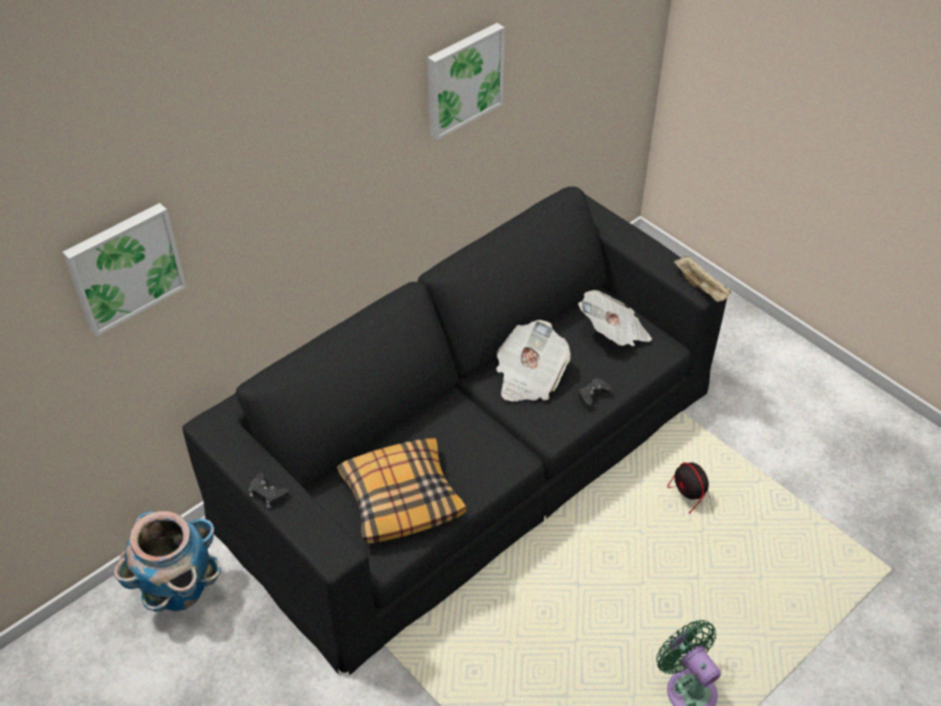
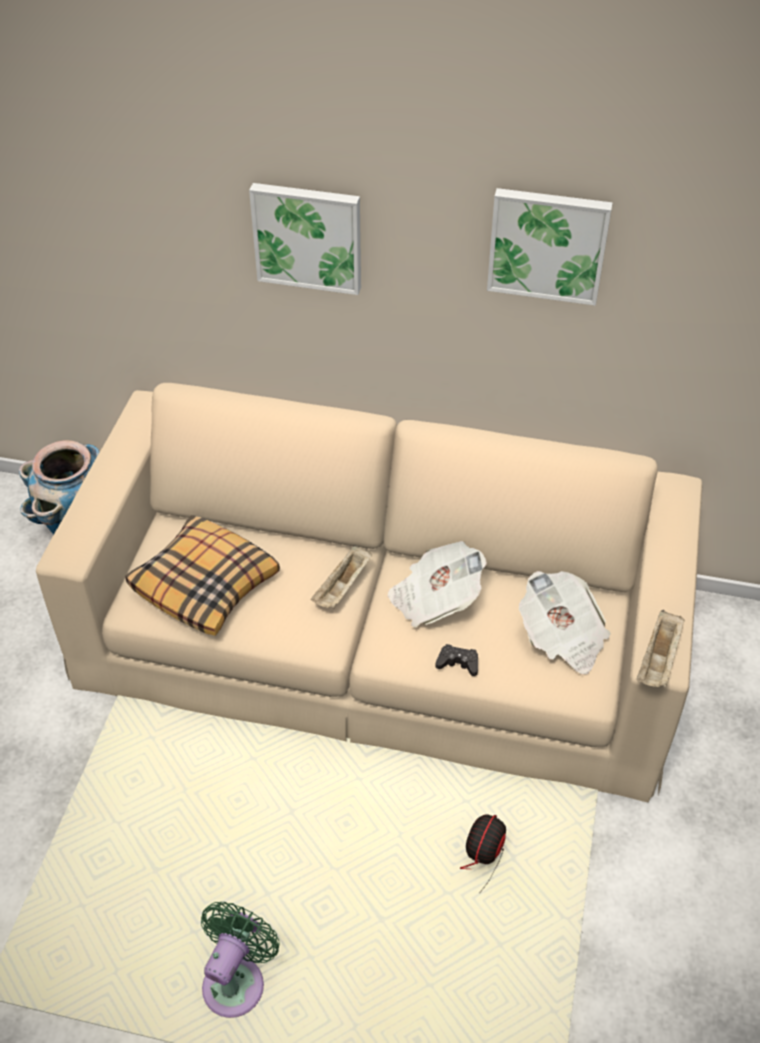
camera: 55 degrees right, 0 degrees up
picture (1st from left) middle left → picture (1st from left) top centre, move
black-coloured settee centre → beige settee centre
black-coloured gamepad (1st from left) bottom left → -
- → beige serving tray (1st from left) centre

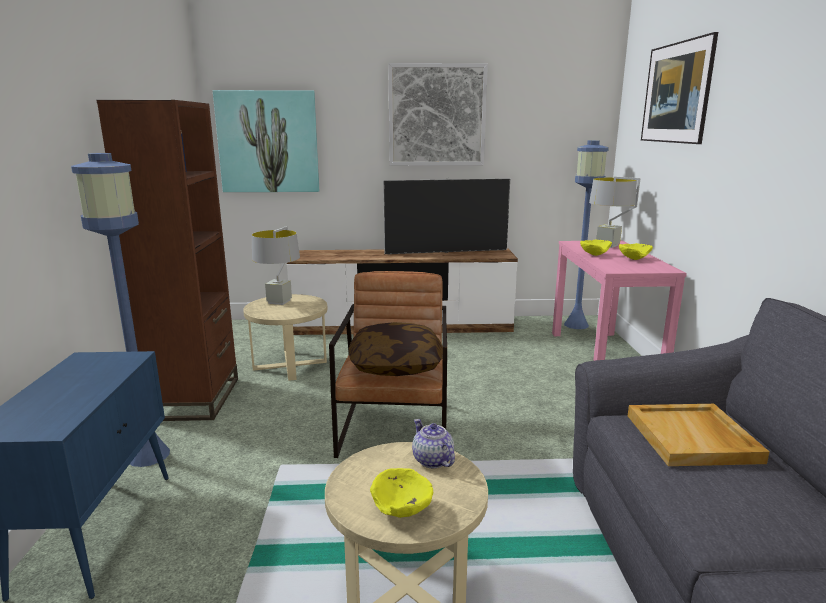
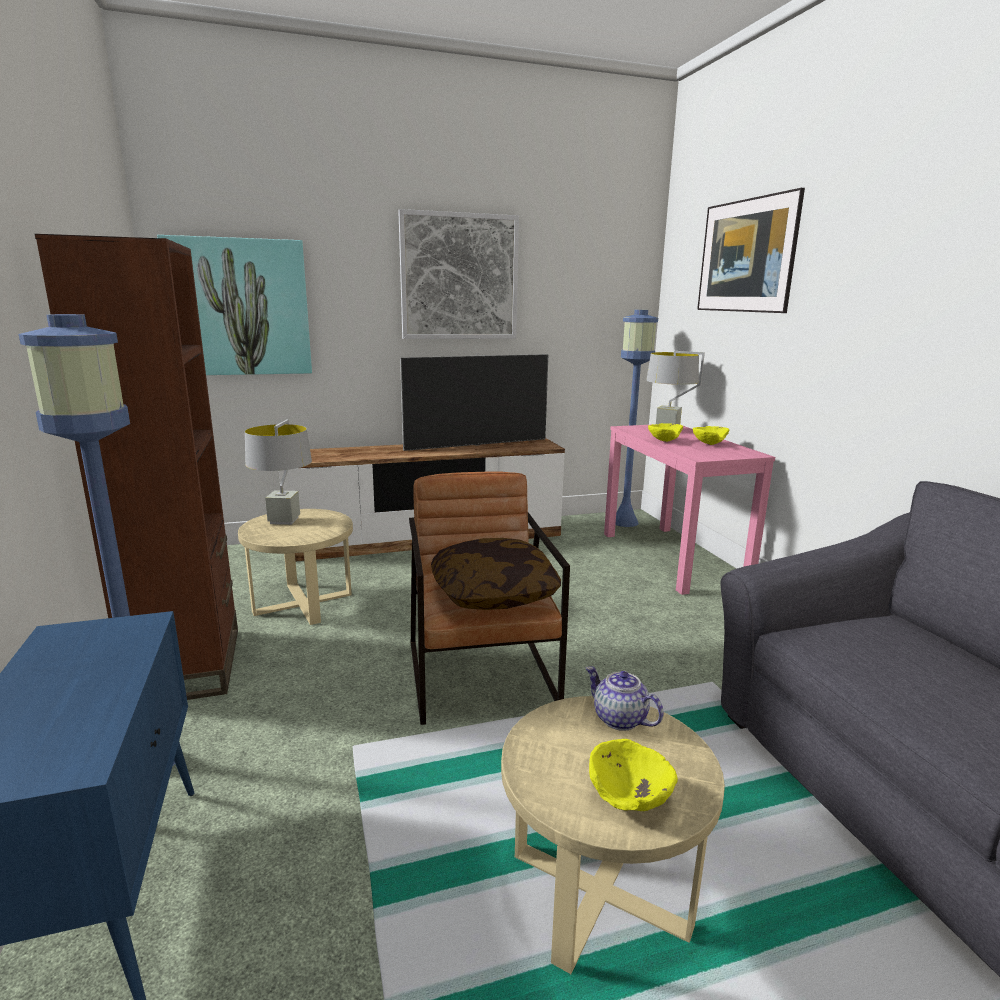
camera: 15 degrees left, 0 degrees up
beige serving tray bottom right → -

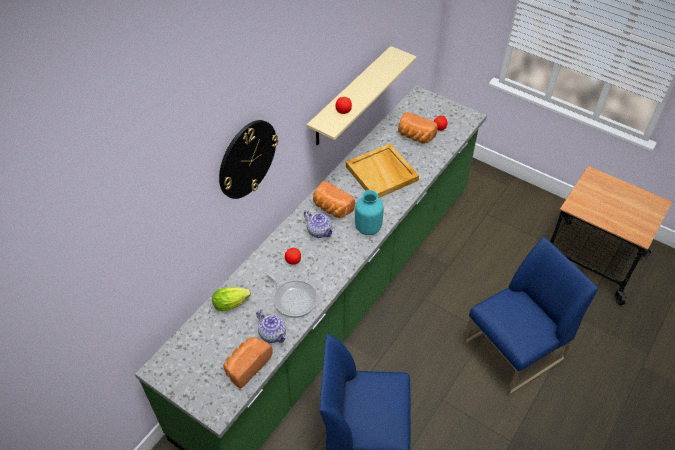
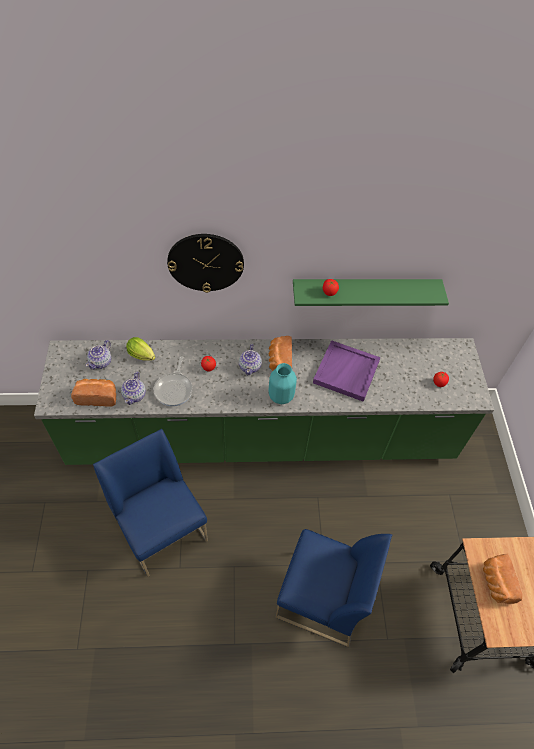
camera: 50 degrees right, 5 degrees up
beige wall shelf top centre → green wall shelf middle right
beige serving tray centre → purple-coloured serving tray centre
baked bread (3rd from left) top centre → baked bread (3rd from left) bottom right, move
- → teapot (1st from left) middle left

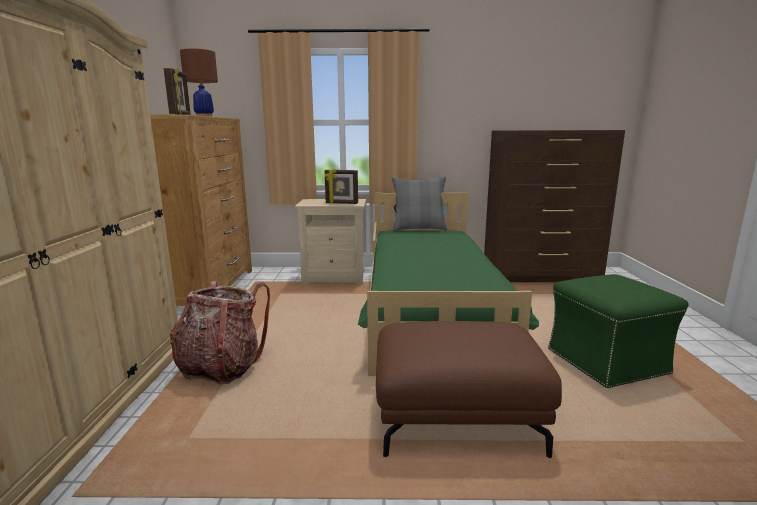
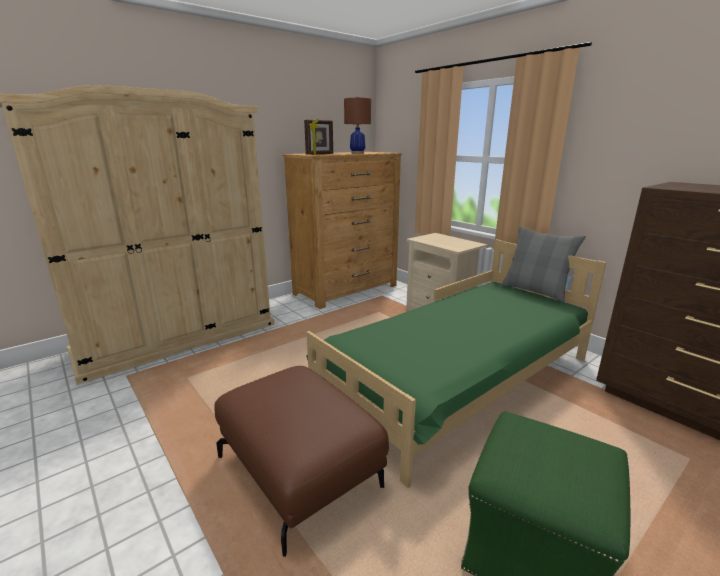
camera: 50 degrees right, 5 degrees up
rucksack middle left → -
photo frame (2nd from left) centre → -

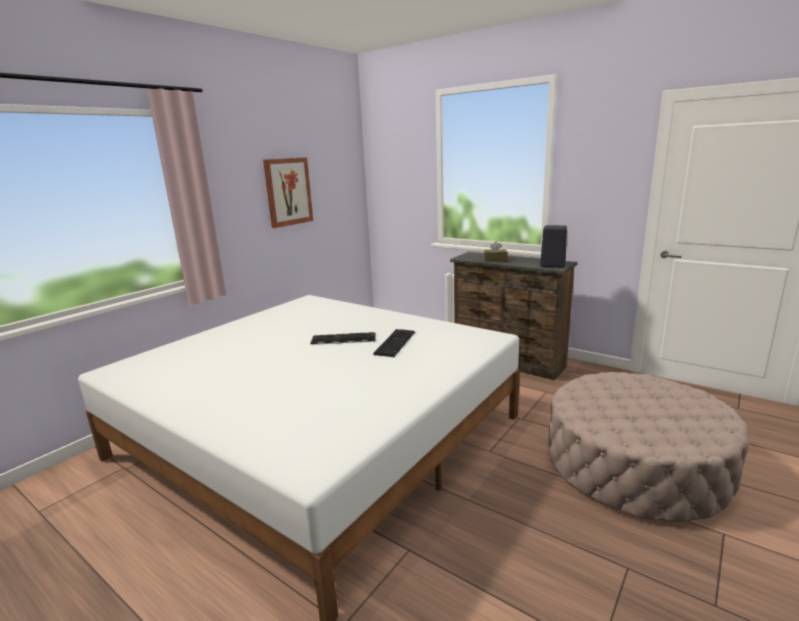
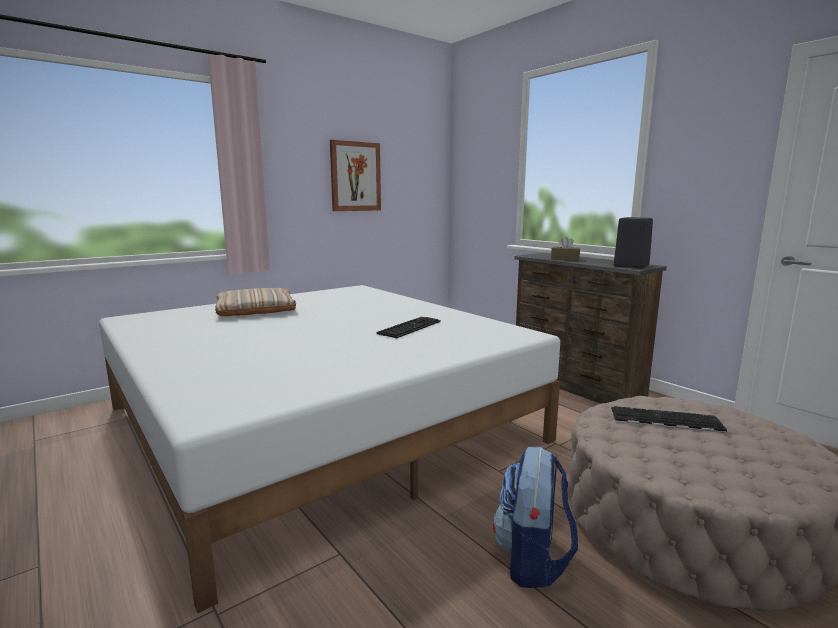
camera: 15 degrees right, 5 degrees down
PC keyboard (1st from left in the first image) centre → PC keyboard (2nd from left) bottom right, move
- → beige throw pillow middle left
- → rucksack bottom centre

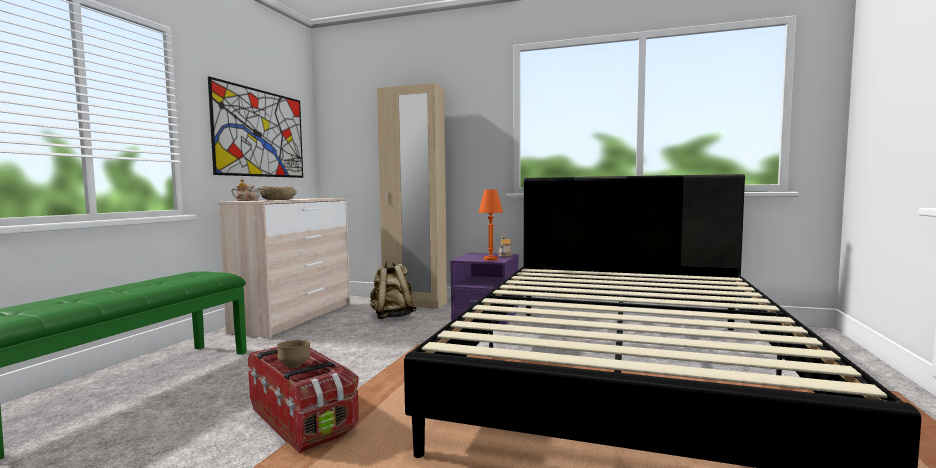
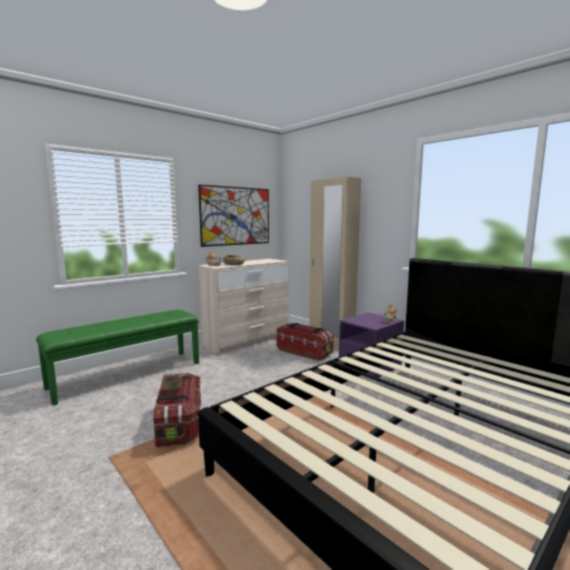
camera: 30 degrees right, 5 degrees up
beige rucksack centre → storage container (2nd from left) centre
orangey tabletop lamp centre → -

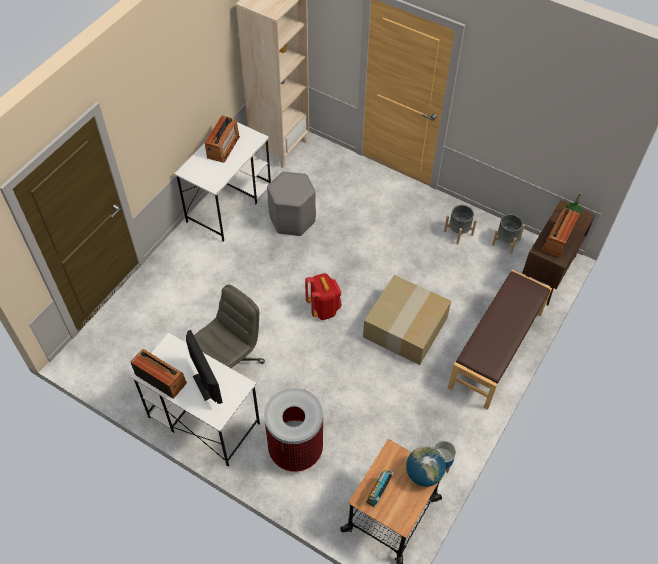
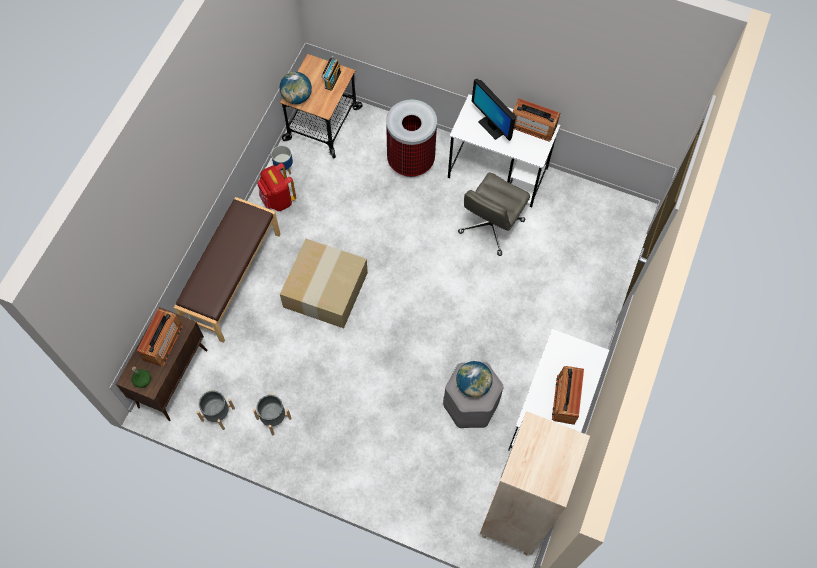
camera: 170 degrees right, 10 degrees up
red-coloured rucksack centre → red-coloured rucksack top centre, move
- → world globe (2nd from left) bottom centre

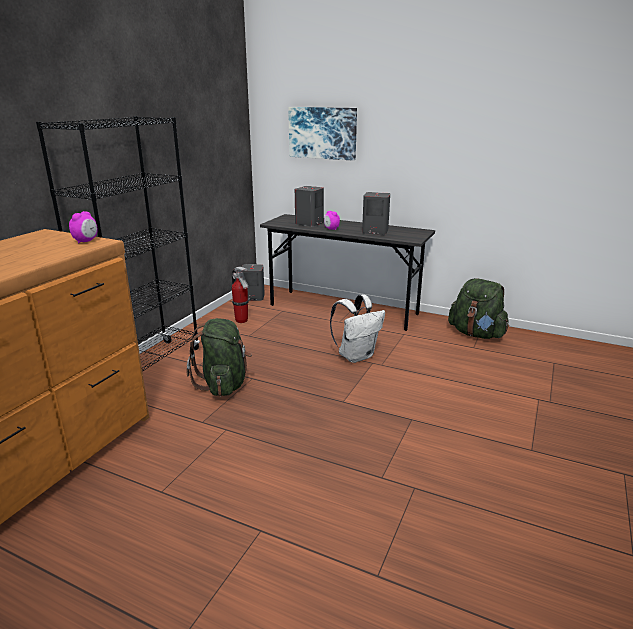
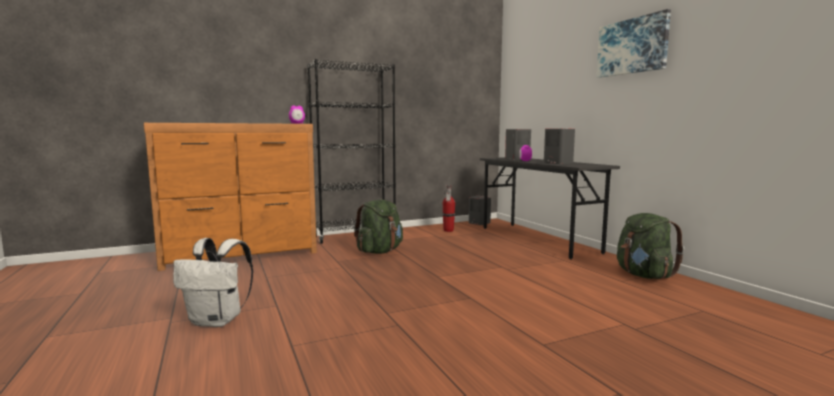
camera: 40 degrees right, 15 degrees down
picture top centre → picture top right, move
white rucksack centre → white rucksack bottom left, move

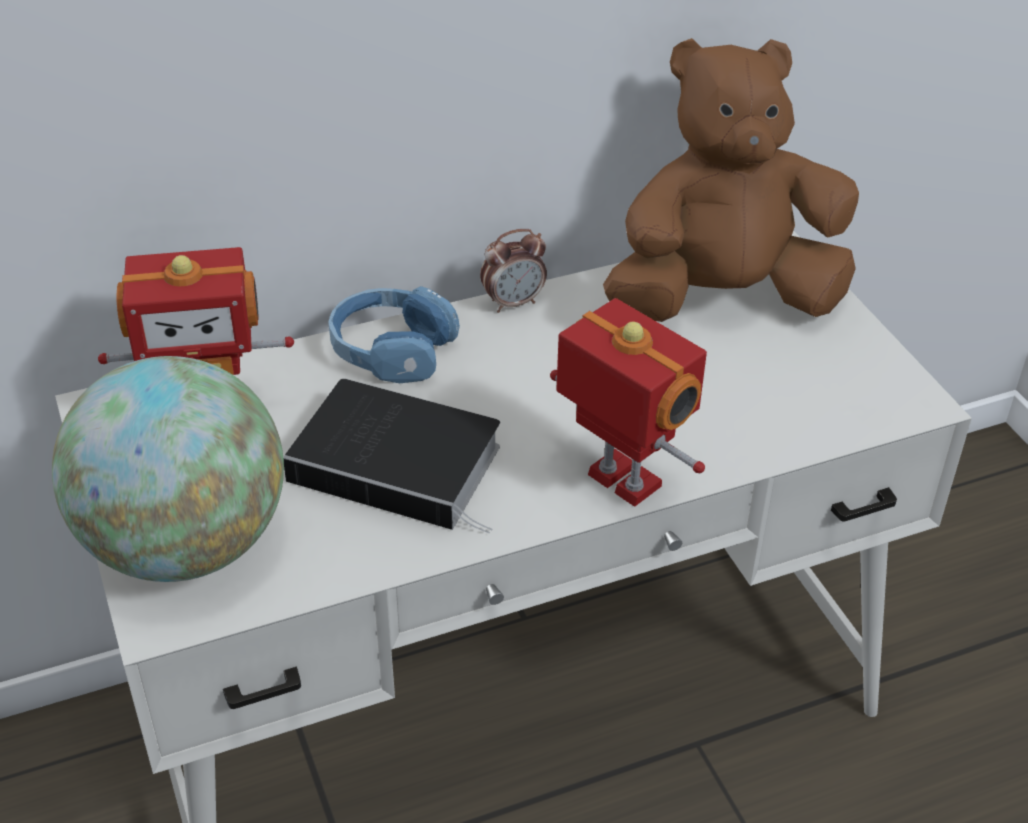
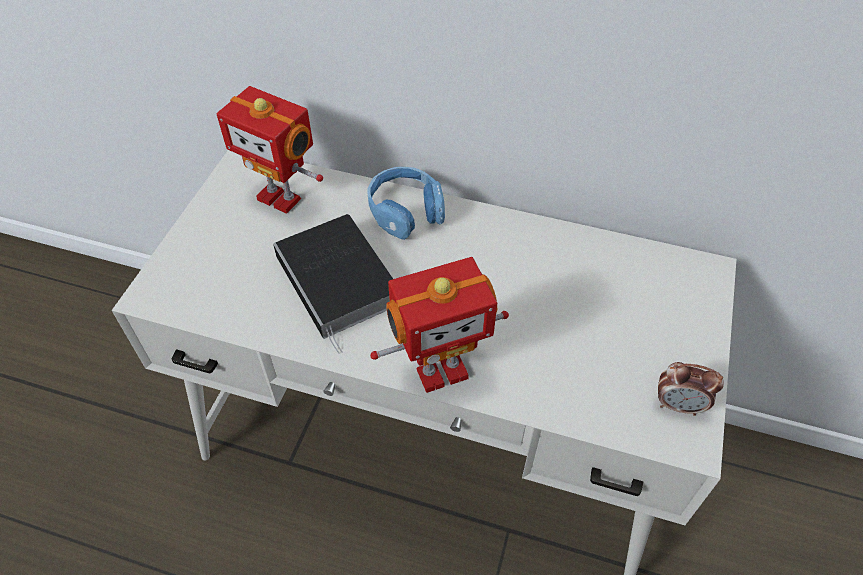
camera: 40 degrees right, 10 degrees up
world globe middle left → -
alarm clock top centre → alarm clock bottom right, move
model robot (2nd from left) centre, 75 degrees clockwise
brown-coloured plush toy top right → -

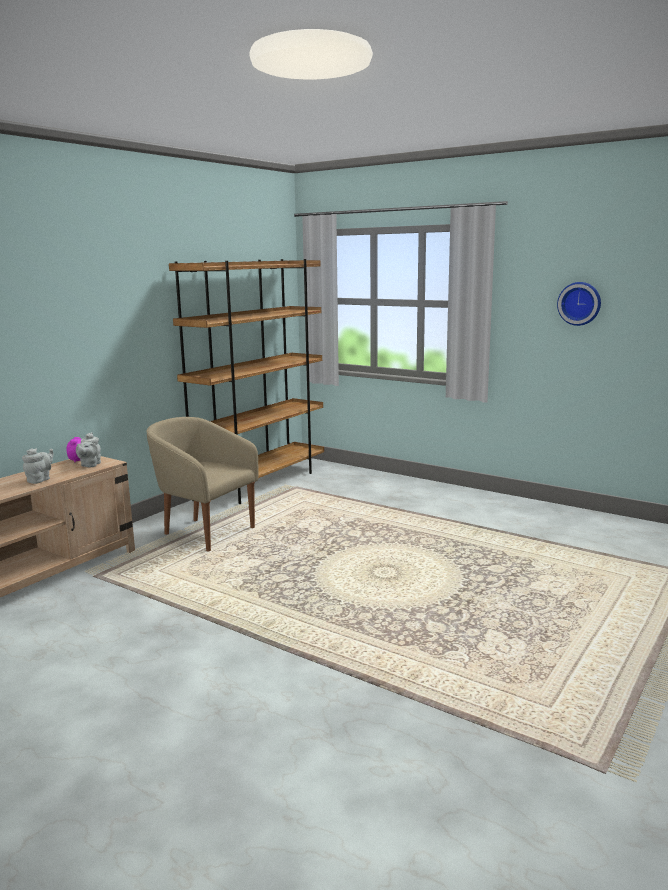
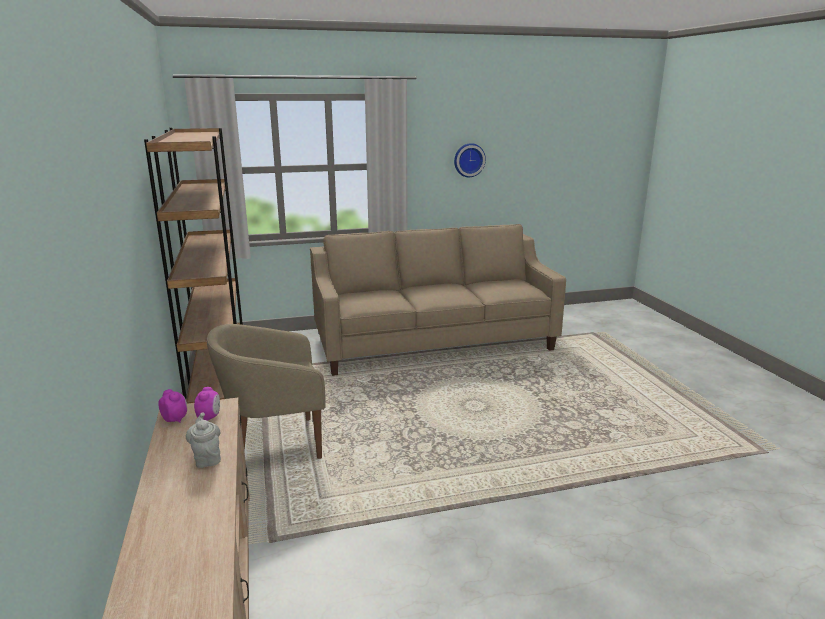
camera: 50 degrees left, 5 degrees up
grey teapot (2nd from left) middle left → alarm clock (2nd from left) middle left
- → beige settee centre

